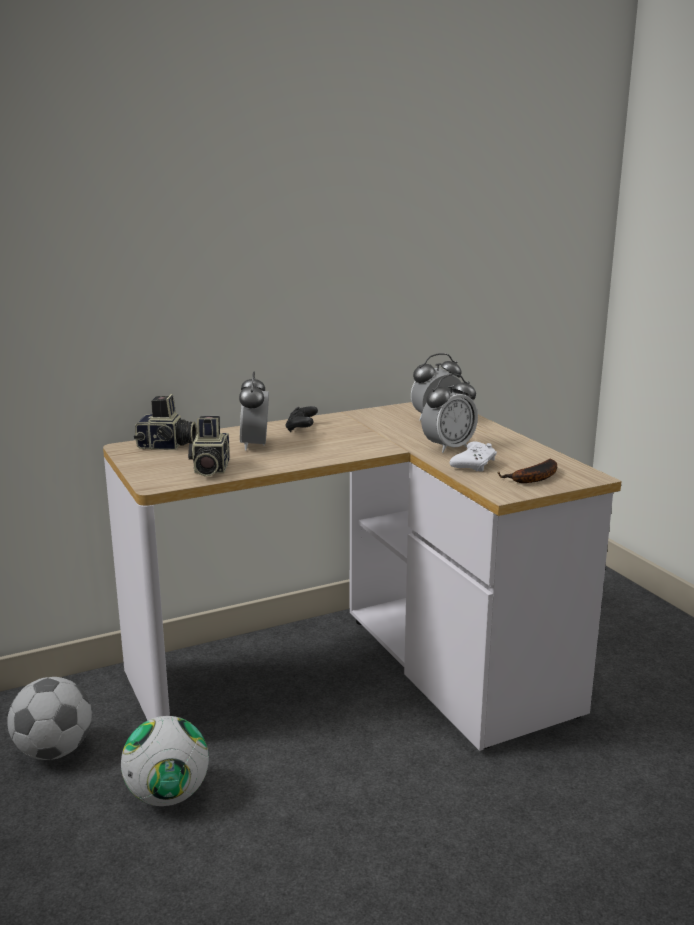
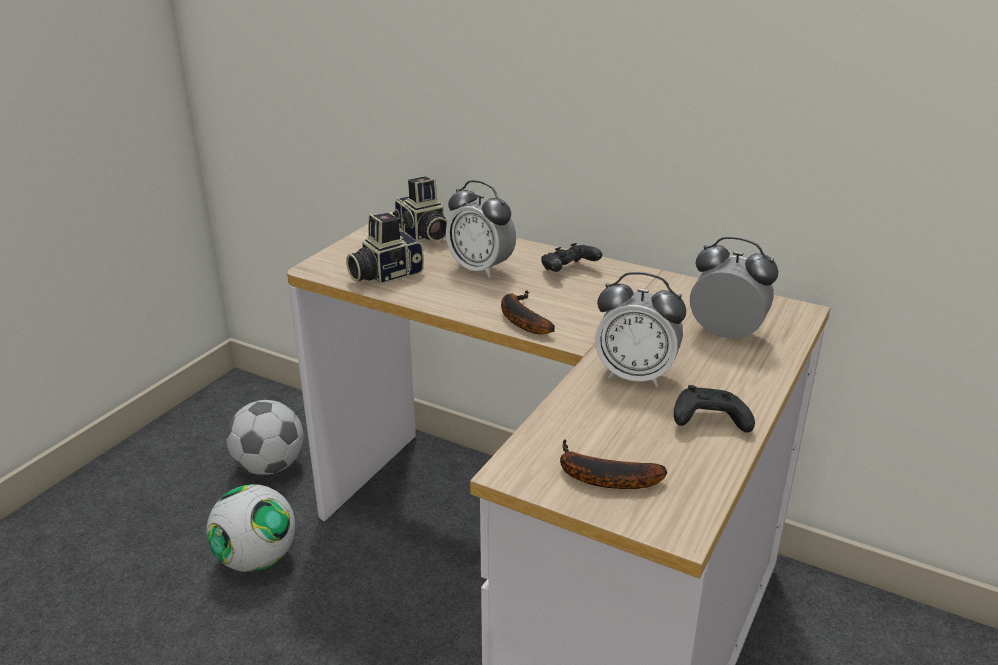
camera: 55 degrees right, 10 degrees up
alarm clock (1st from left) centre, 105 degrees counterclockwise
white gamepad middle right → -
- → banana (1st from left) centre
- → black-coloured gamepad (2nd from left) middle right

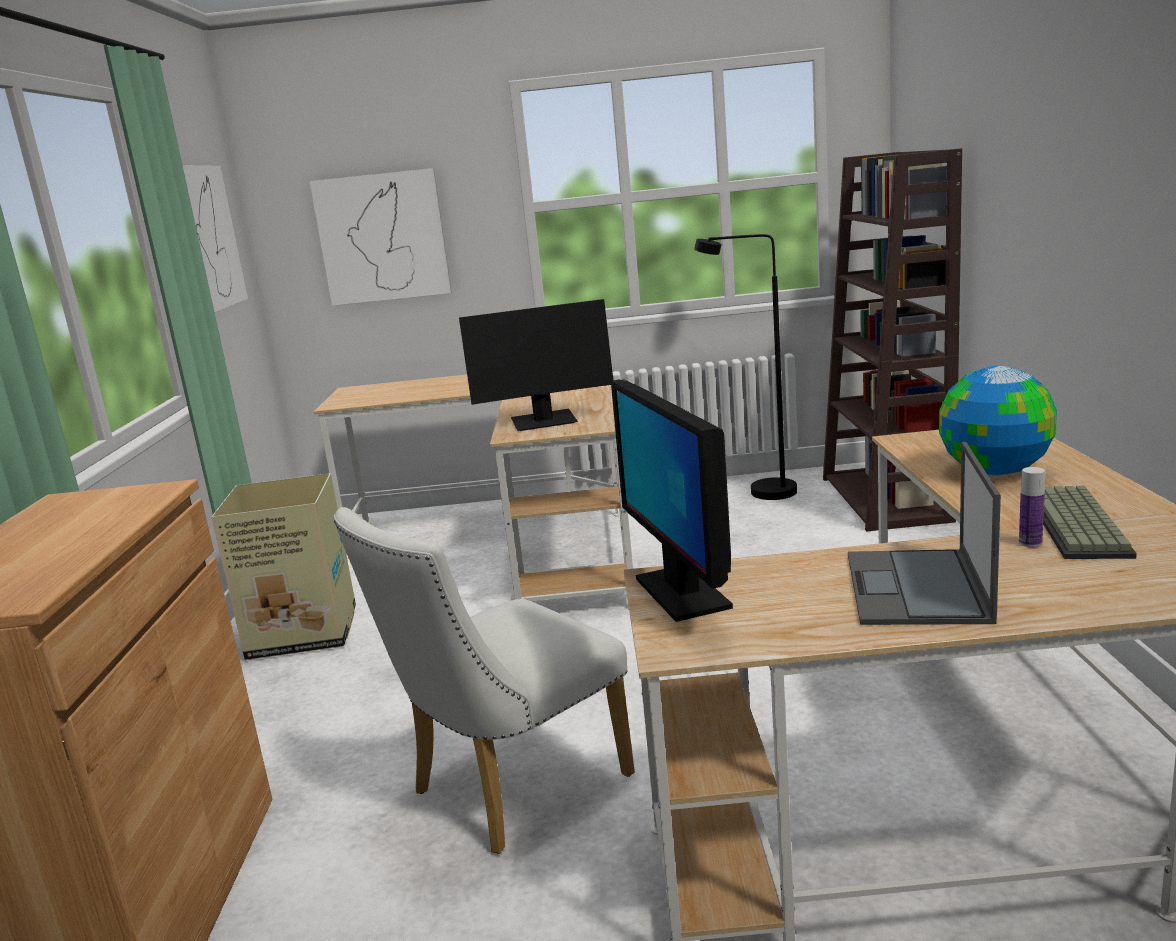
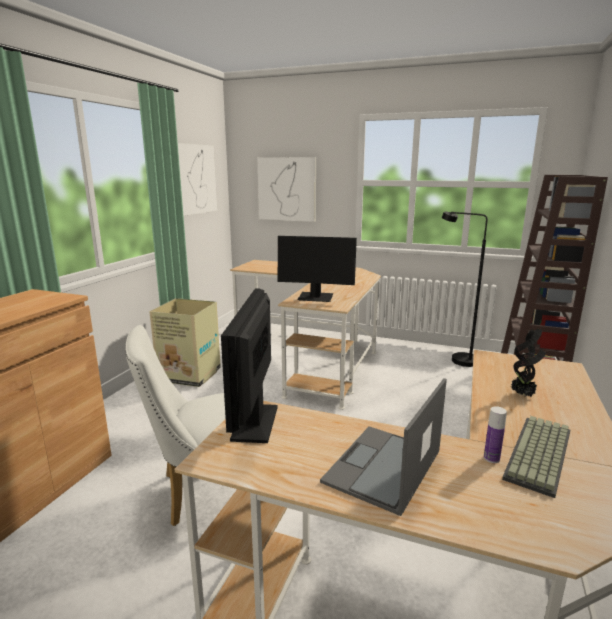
camera: 20 degrees right, 0 degrees up
world globe middle right → potted plant middle right

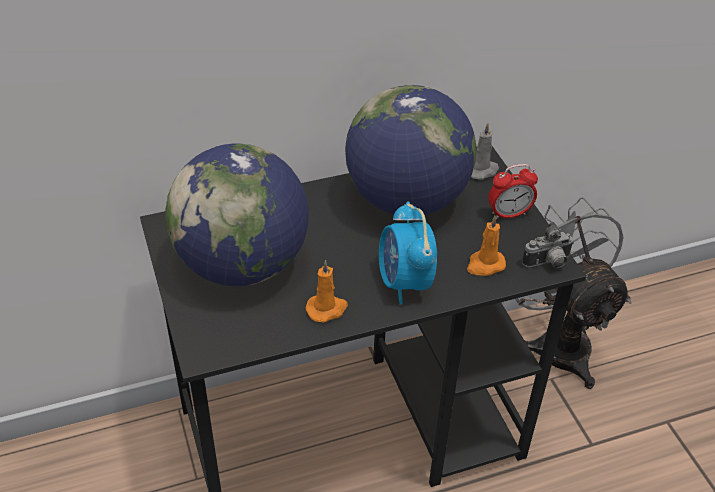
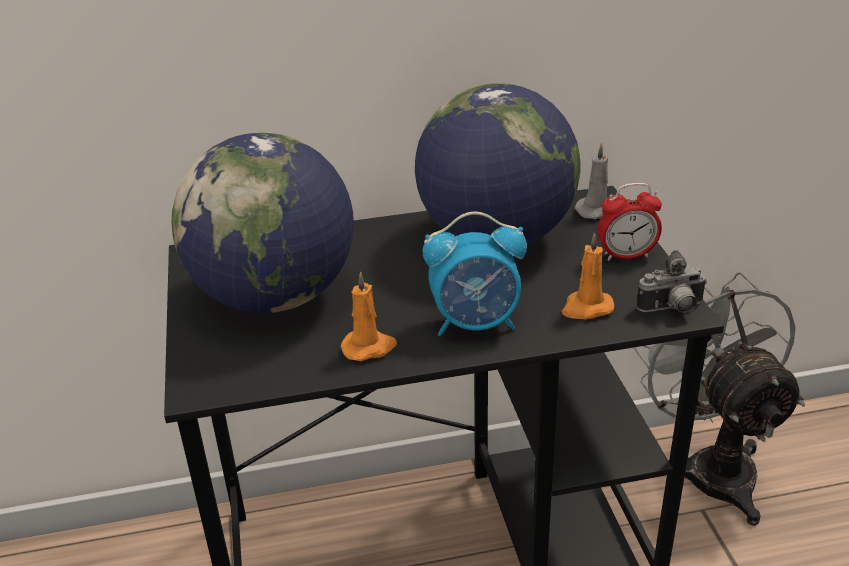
camera: 10 degrees right, 10 degrees down
alarm clock (1st from left) centre, 90 degrees counterclockwise

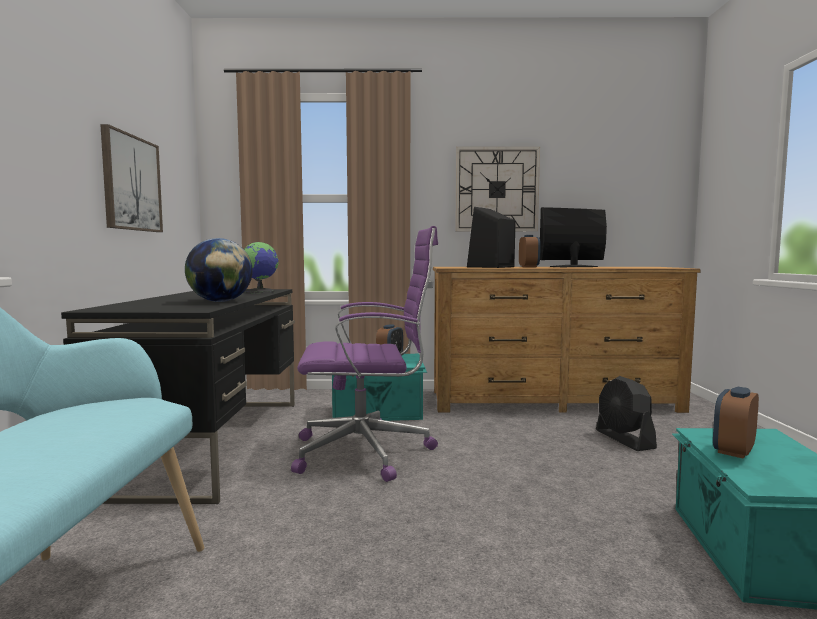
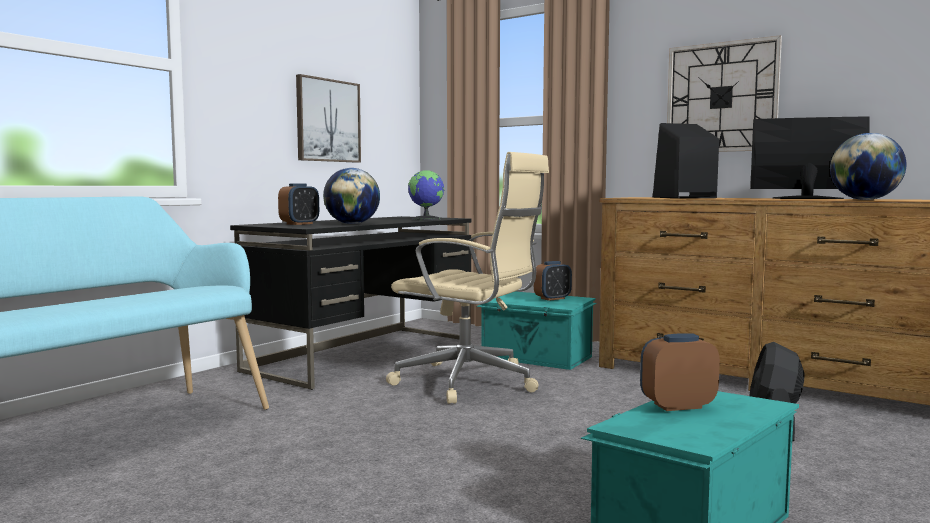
camera: 35 degrees right, 0 degrees up
purple-coloured desk chair centre → beige desk chair centre
alarm clock (2nd from left in the first image) centre → alarm clock (1st from left) middle left, move
- → world globe (3rd from left) top right

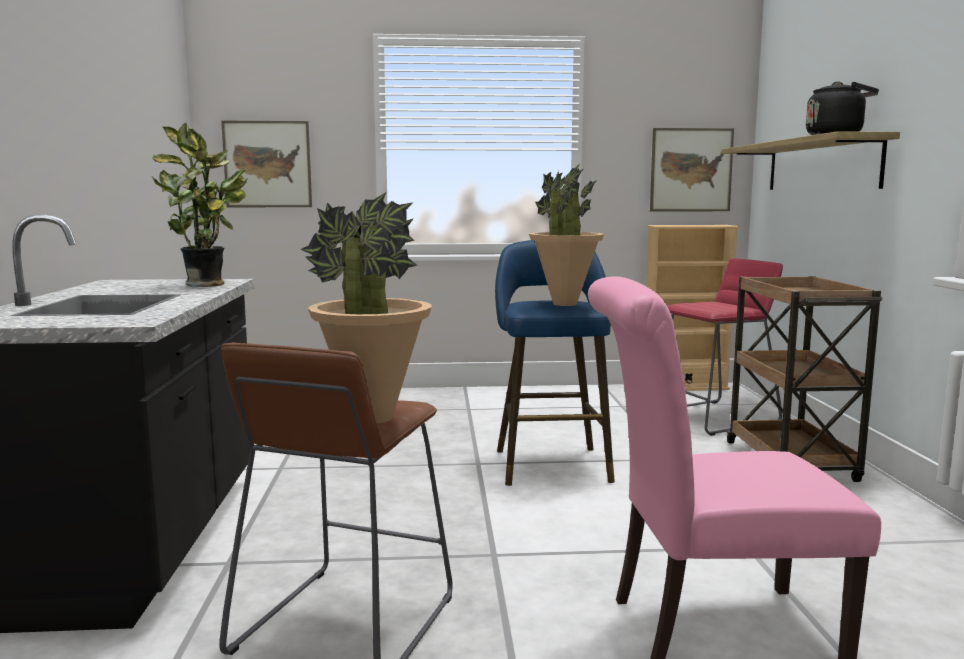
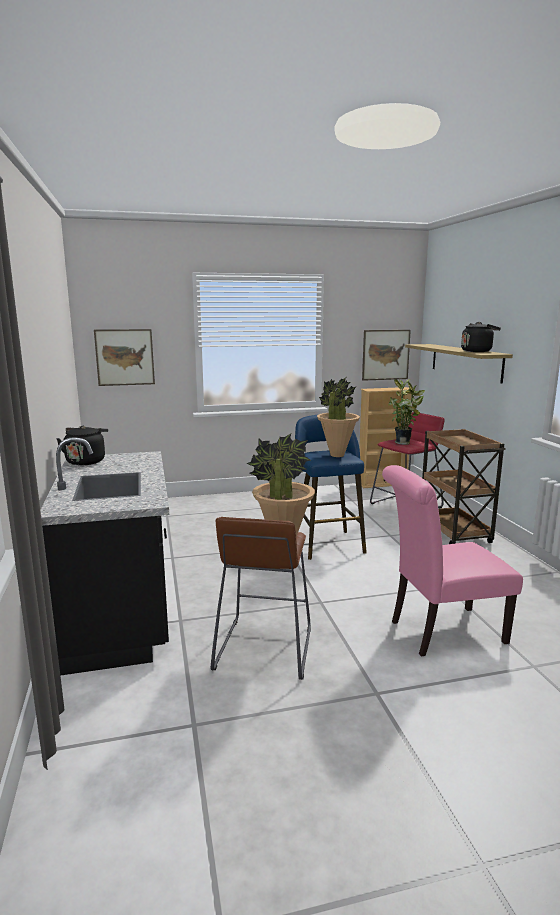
camera: 10 degrees left, 5 degrees up
potted plant (1st from left in the first image) top left → potted plant (3rd from left) middle right, move
- → black-coloured tea kettle (1st from left) middle left

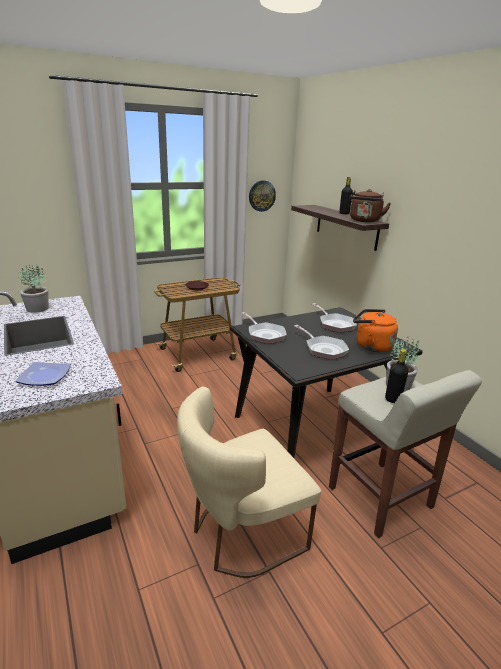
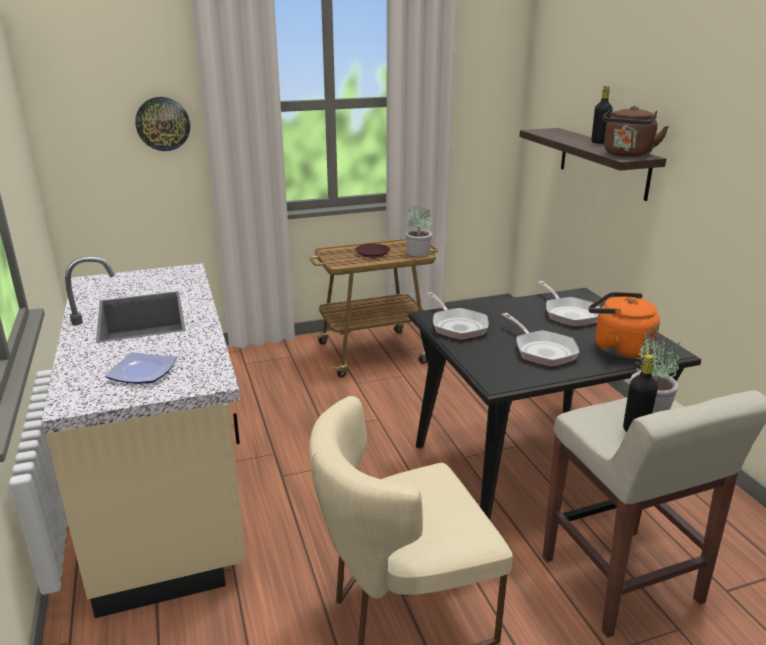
camera: 10 degrees right, 0 degrees up
potted plant (1st from left) middle left → potted plant (1st from left) centre, move
hanging clock top centre → hanging clock top left, move

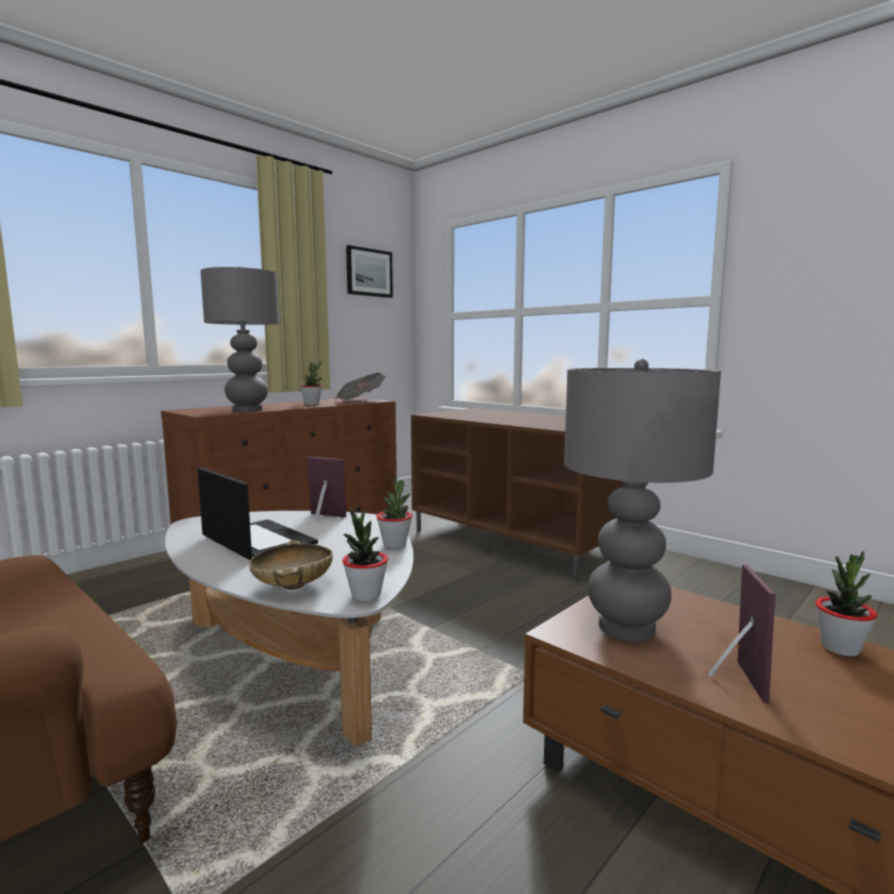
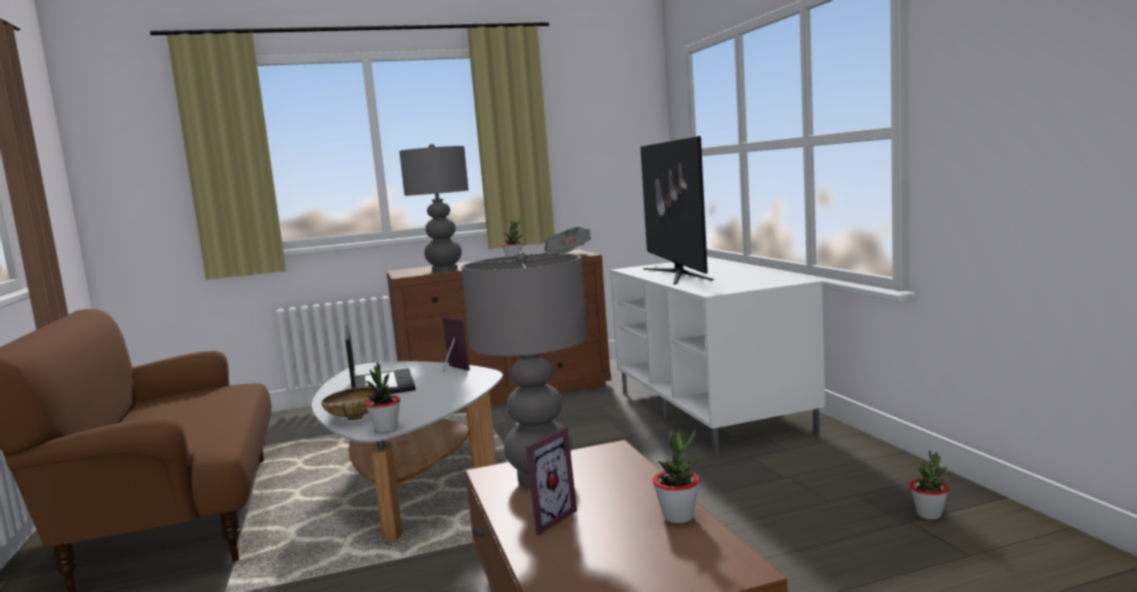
camera: 30 degrees right, 0 degrees up
picture top centre → -
potted plant (3rd from left in the first image) centre → potted plant (4th from left) bottom right, move
brown-coloured tv unit centre → white tv unit centre
- → television centre

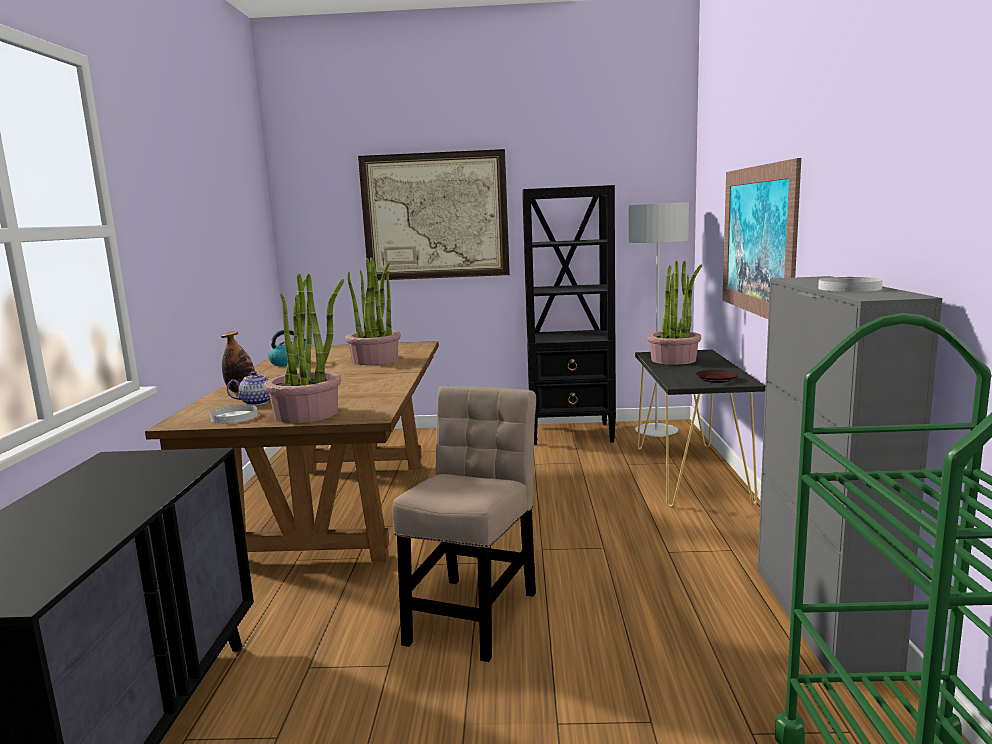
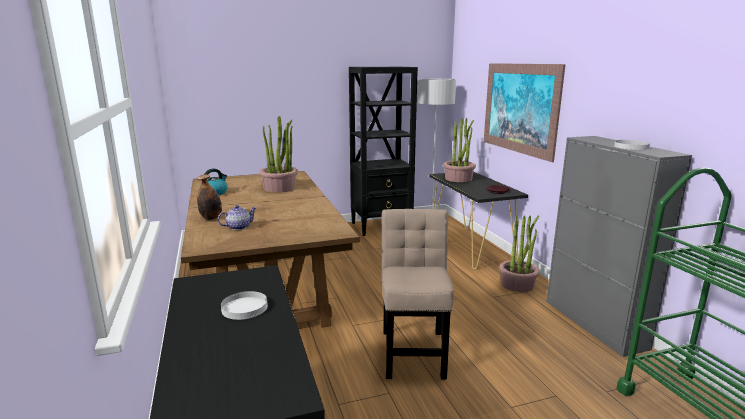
camera: 20 degrees left, 5 degrees up
white dinner plate (1st from left) middle left → white dinner plate (1st from left) bottom left, move
potted plant (1st from left in the first image) middle left → potted plant (3rd from left) middle right, move
picture (1st from left) top centre → -

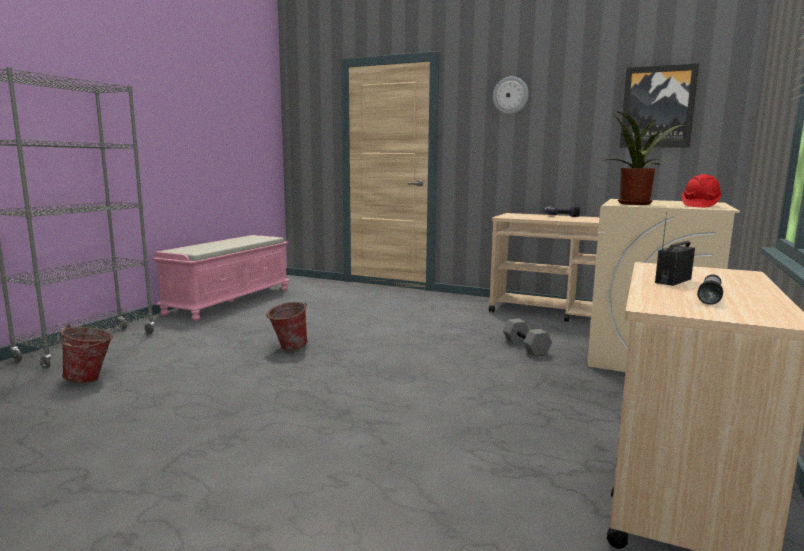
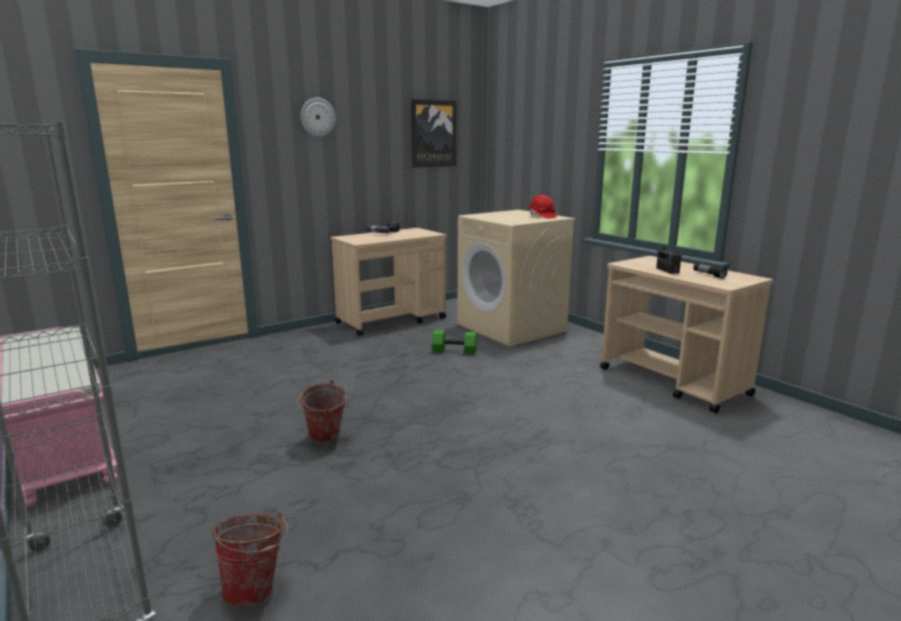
camera: 60 degrees left, 5 degrees up
grey free weight centre → green free weight centre
potted plant top right → -

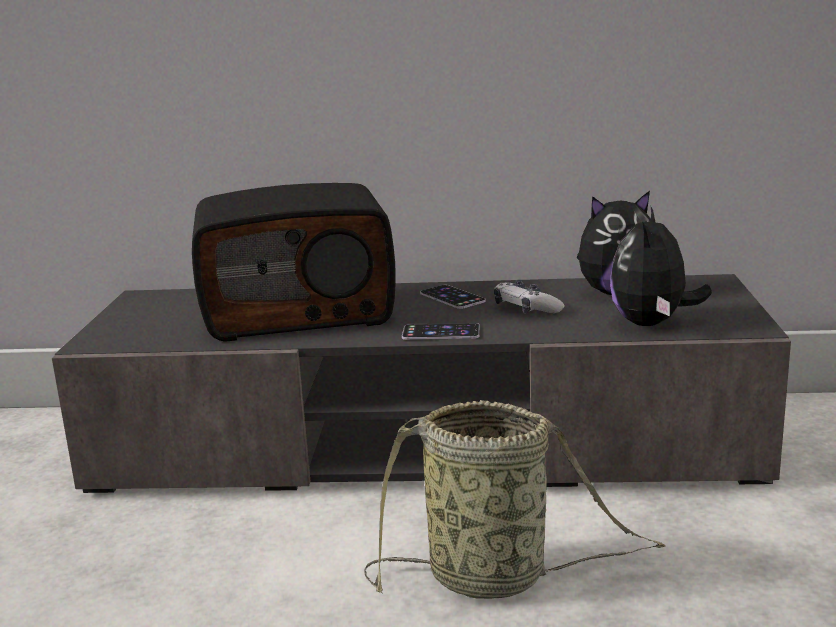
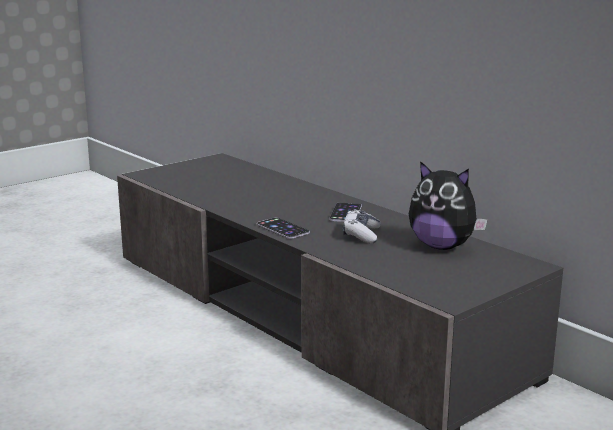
camera: 45 degrees right, 0 degrees up
radio receiver centre → -
household basket bottom centre → -
plush toy (2nd from left) middle right → -

